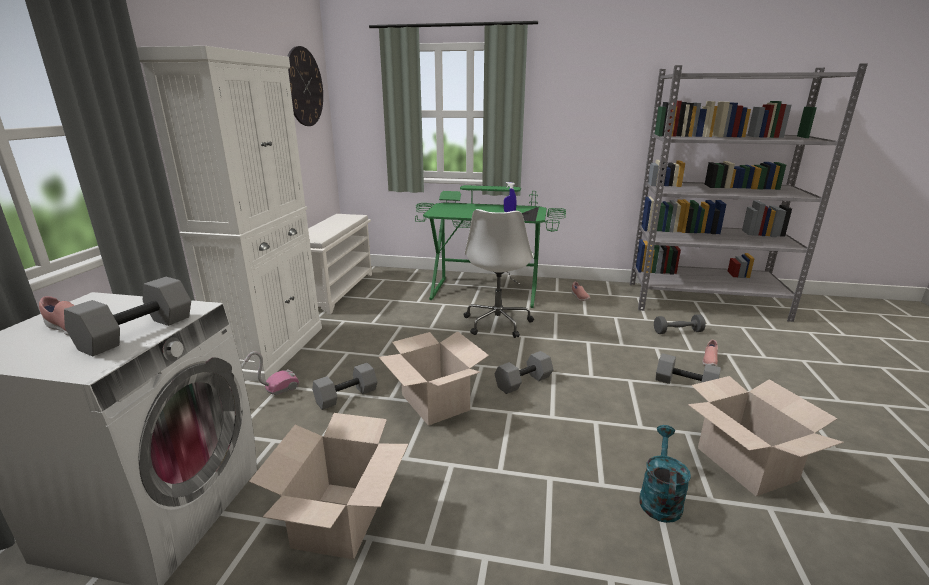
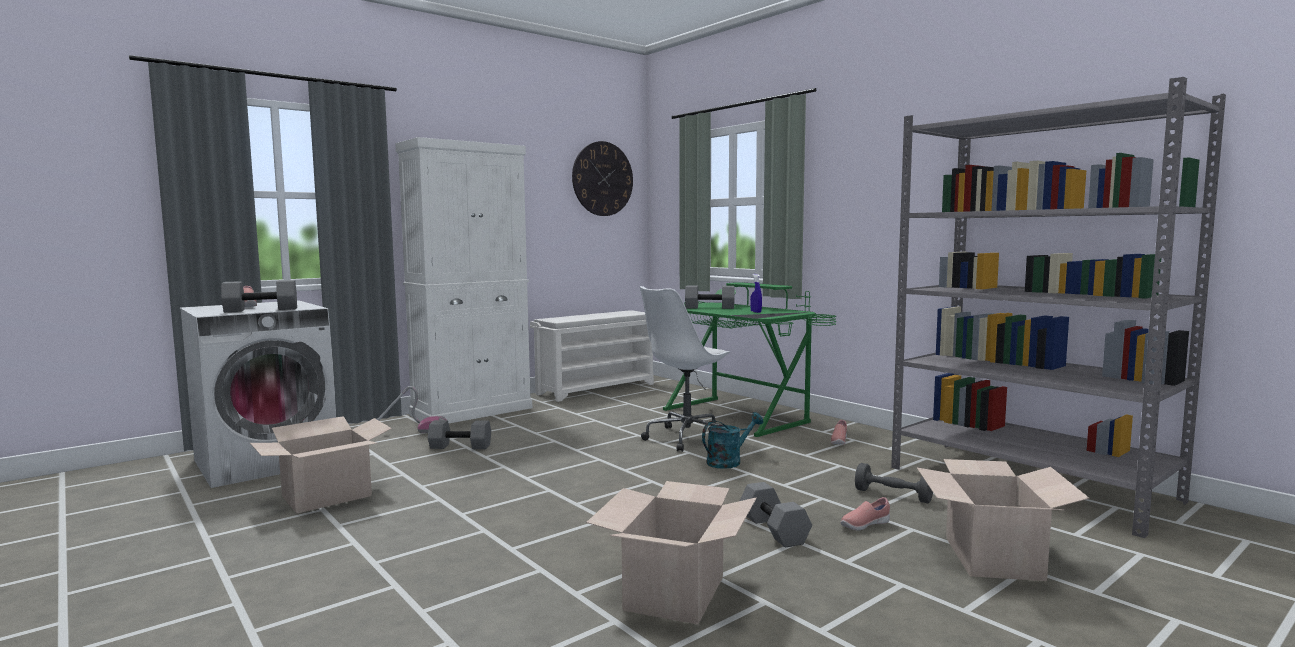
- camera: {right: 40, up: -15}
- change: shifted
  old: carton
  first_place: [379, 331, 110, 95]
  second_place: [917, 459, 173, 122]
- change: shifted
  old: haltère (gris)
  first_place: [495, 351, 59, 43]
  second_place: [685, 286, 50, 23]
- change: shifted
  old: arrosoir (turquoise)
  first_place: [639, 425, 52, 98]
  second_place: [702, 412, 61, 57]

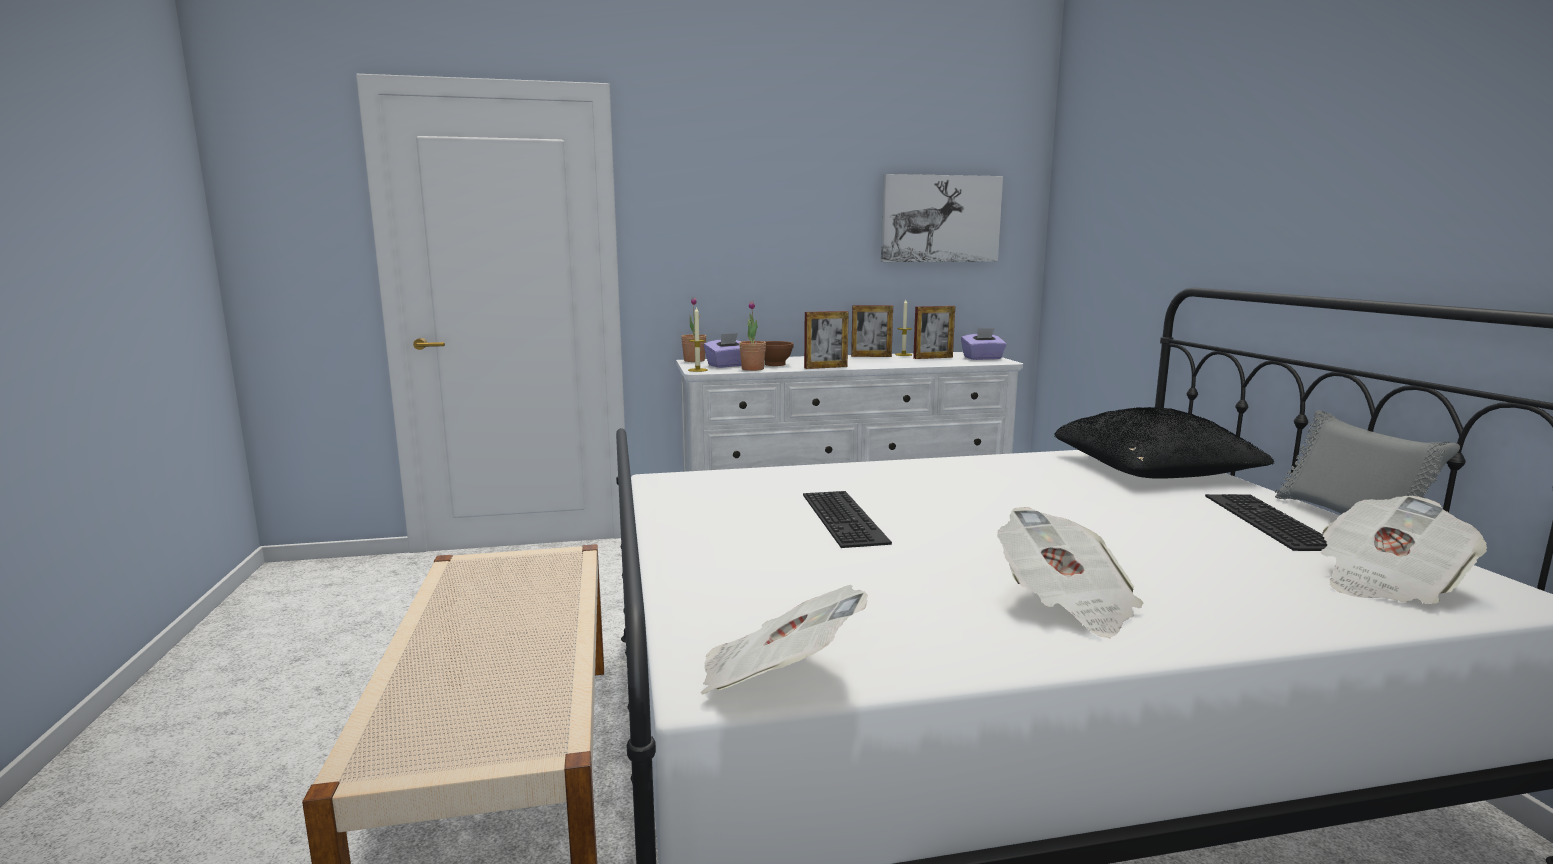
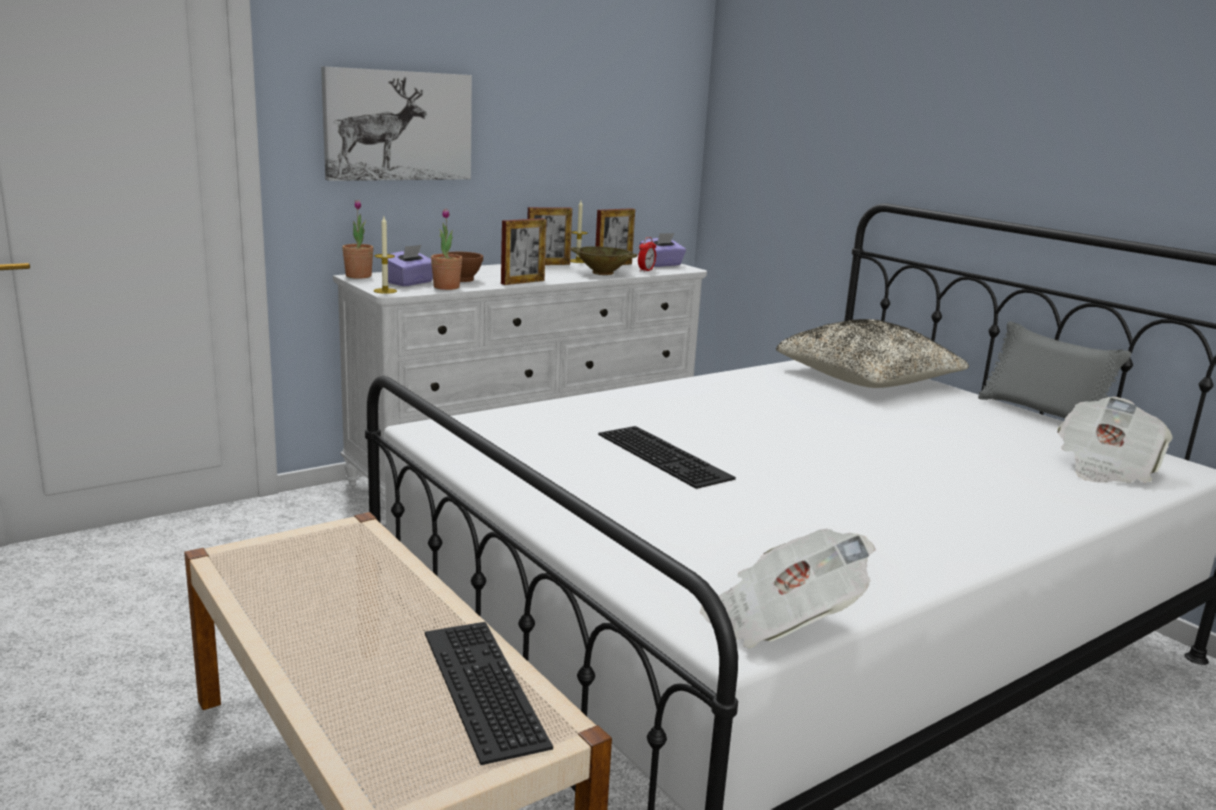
- camera: {right: -25, up: 5}
- change: gone
  old: journal
  first_place: [997, 507, 147, 131]
- change: new
  new: bol (beige)
  second_place: [571, 246, 67, 29]
- change: new
  new: réveil
  second_place: [638, 237, 18, 35]
- change: shifted
  old: tableau
  first_place: [881, 174, 122, 88]
  second_place: [321, 66, 151, 115]
- change: shifted
  old: clavier
  first_place: [1205, 494, 122, 57]
  second_place: [425, 622, 128, 143]
- change: repainted
  old: coussin (noir)
  new: coussin (beige)
  first_place: [1054, 407, 220, 72]
  second_place: [776, 319, 194, 69]

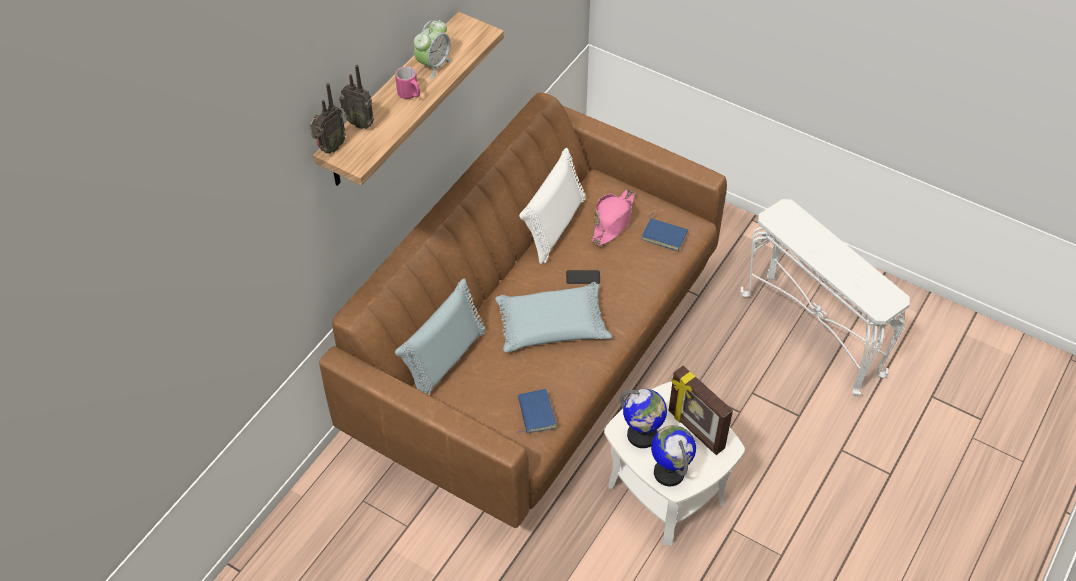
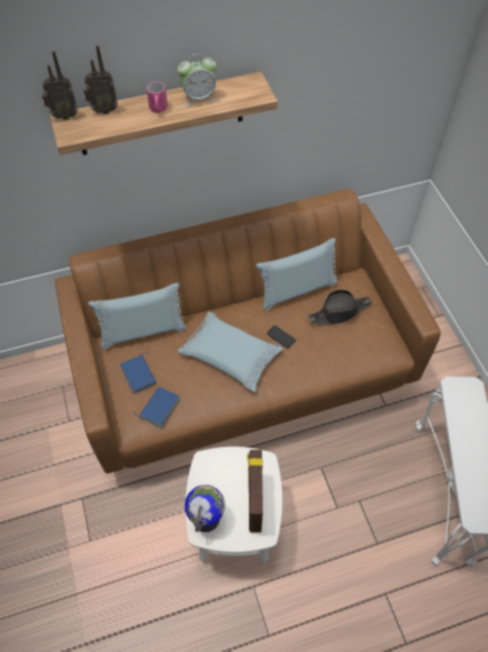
- camera: {right: 40, up: 5}
- change: gone
  old: globe
  first_place: [620, 389, 47, 59]
- change: shifted
  old: livre (bleu)
  first_place: [641, 213, 47, 38]
  second_place: [120, 352, 36, 41]
- change: repainted
  old: coussin (blanc)
  new: coussin (bleu)
  first_place: [519, 148, 67, 116]
  second_place: [256, 238, 82, 73]
- change: repainted
  old: chapeau (rose)
  new: chapeau (noir)
  first_place: [591, 189, 44, 57]
  second_place: [308, 289, 64, 36]
- change: rotated
  old: radio
  first_place: [339, 65, 35, 64]
  second_place: [83, 45, 35, 69]
  degrees: -75

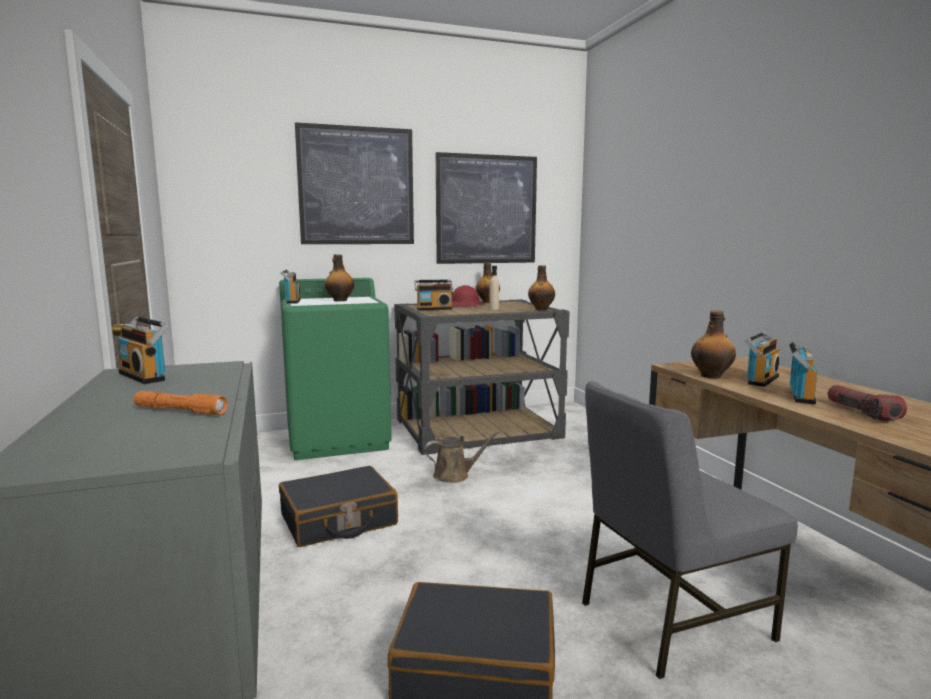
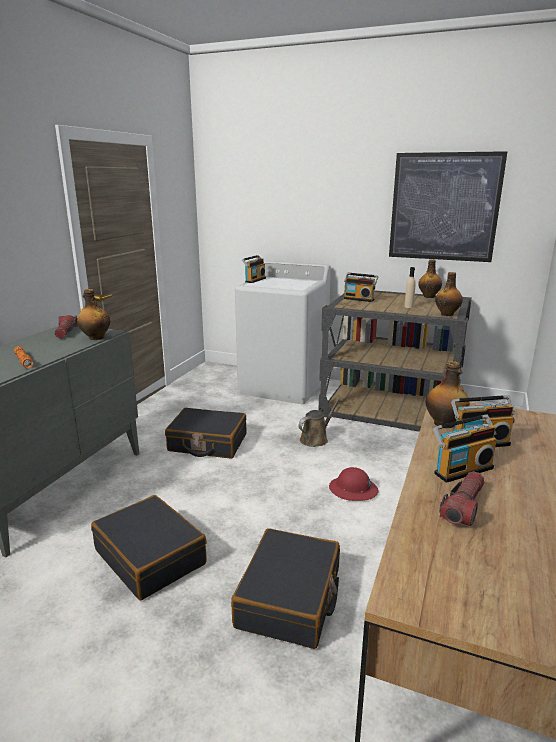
- camera: {right: 40, up: 10}
- change: gone
  old: tableau
  first_place: [295, 122, 119, 122]
- change: shifted
  old: bouteille
  first_place: [325, 254, 29, 47]
  second_place: [77, 289, 33, 51]
- change: shifted
  old: casque de chantier (rouge)
  first_place: [452, 285, 34, 22]
  second_place: [329, 467, 49, 34]
- change: swapped
  old: radio
  new: lampe de poche
  first_place: [117, 316, 52, 68]
  second_place: [55, 315, 23, 23]
- change: swapped
  old: chaise (gris)
  new: valise (noir)
  first_place: [582, 381, 216, 298]
  second_place: [231, 528, 109, 121]
- change: repainted
  old: lave-linge (vert)
  new: lave-linge (blanc)
  first_place: [279, 278, 113, 182]
  second_place: [235, 261, 96, 143]
- change: rotated
  old: arrosoir (marron)
  first_place: [424, 431, 76, 52]
  second_place: [299, 397, 43, 50]
  degrees: -75

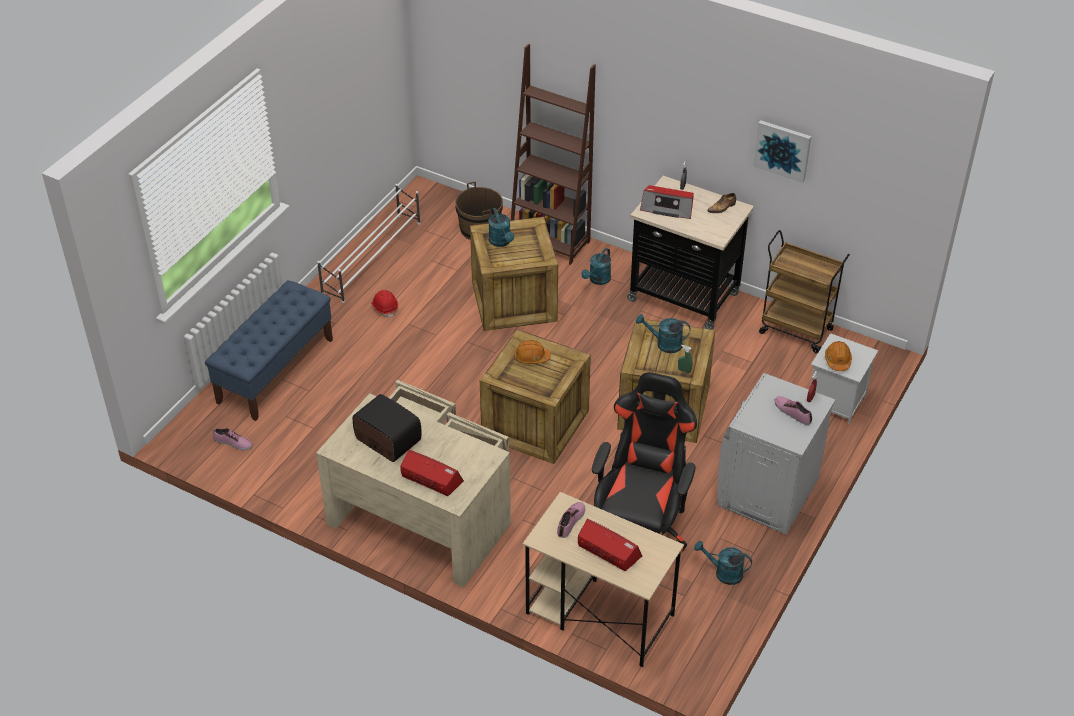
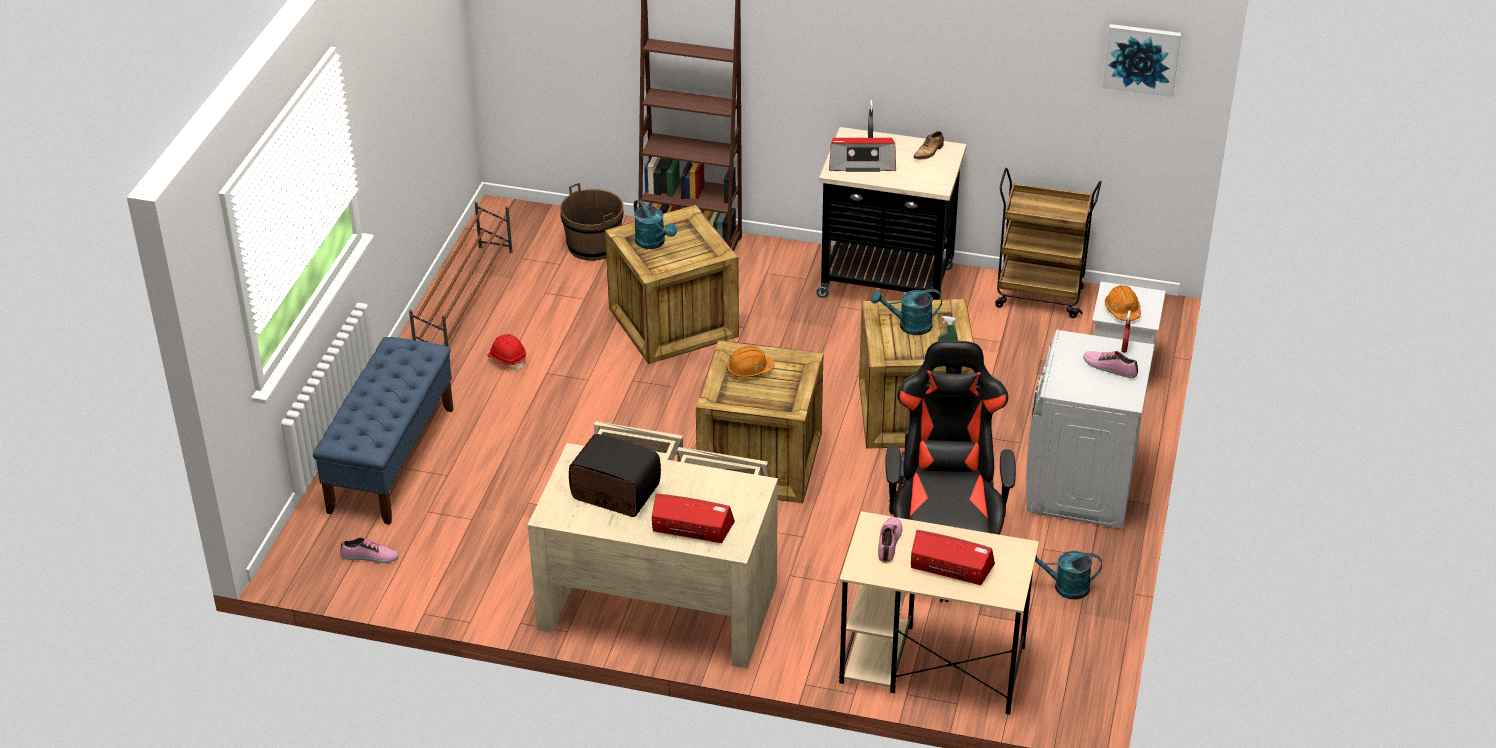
- camera: {right: -15, up: -5}
- change: gone
  old: arrosoir (turquoise)
  first_place: [581, 248, 30, 37]
- change: shifted
  old: tableau
  first_place: [753, 120, 58, 63]
  second_place: [1102, 24, 79, 73]
- change: repainted
  old: étagère à chaussures (blanc)
  new: étagère à chaussures (marron)
  first_place: [317, 184, 103, 119]
  second_place: [409, 202, 104, 160]

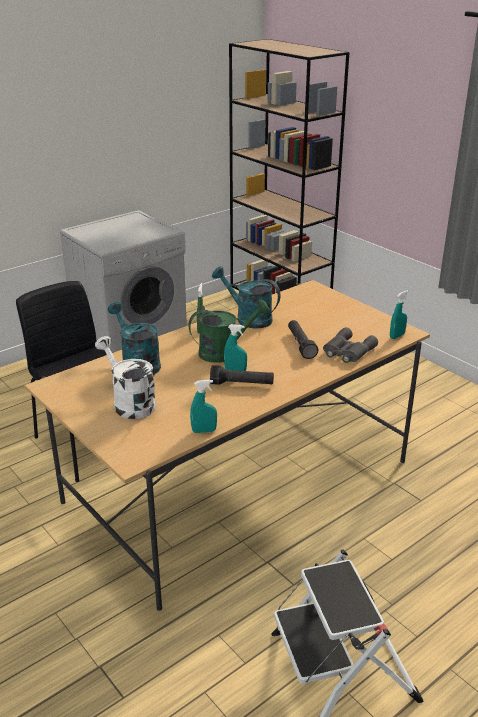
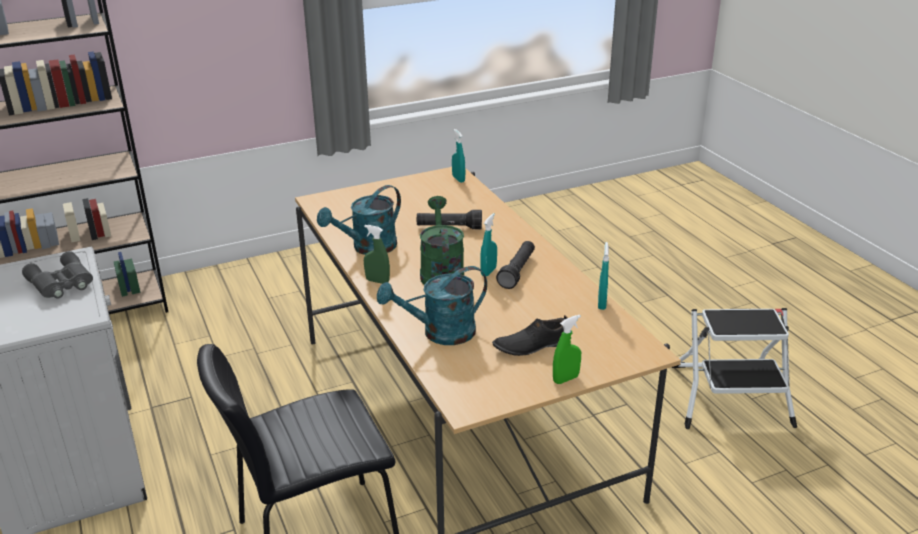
- camera: {right: -75, up: 0}
- change: new
  new: vaporisateur (vert)
  second_place: [553, 315, 28, 69]
- change: shifted
  old: jumelles (gris)
  first_place: [323, 327, 55, 36]
  second_place: [22, 251, 71, 48]
- change: swapped
  old: arrosoir (blanc)
  new: chaussure (noir)
  first_place: [95, 336, 61, 83]
  second_place: [492, 315, 76, 41]

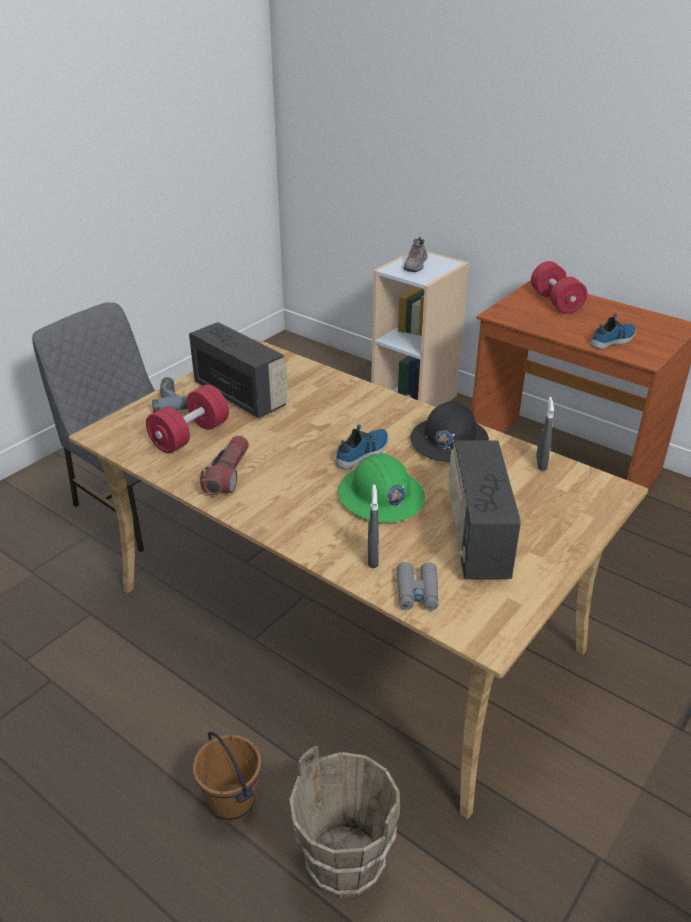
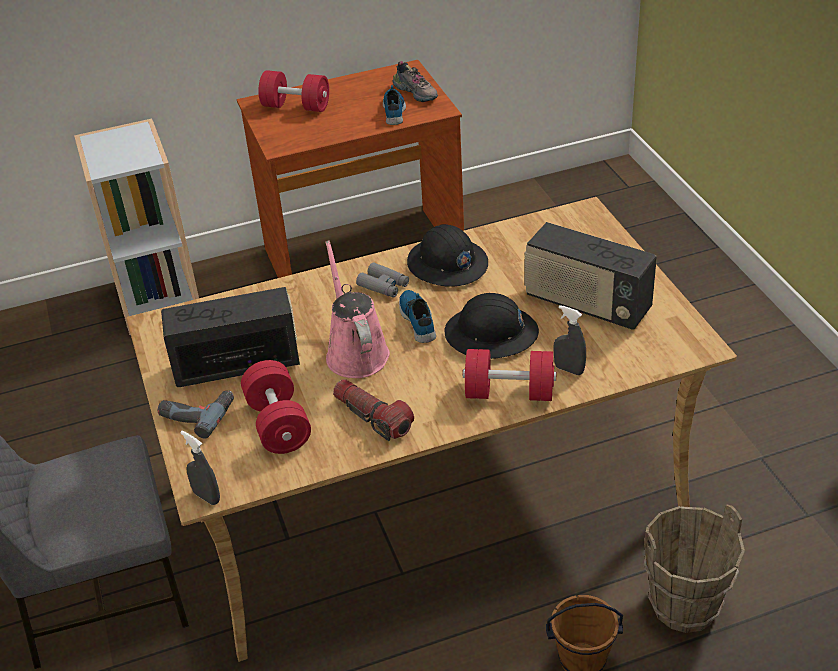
- camera: {right: -55, up: 5}
- change: new
  new: arrosoir (rose)
  second_place: [325, 240, 65, 138]
- change: new
  new: haltère (rouge)
  second_place: [463, 349, 93, 52]
- change: shifted
  old: jumelles (gris)
  first_place: [397, 562, 42, 48]
  second_place: [356, 262, 53, 35]
- change: shifted
  old: chaussure
  first_place: [403, 237, 24, 35]
  second_place: [393, 61, 45, 41]
- change: shifted
  old: vaporisateur (gris)
  first_place: [536, 397, 18, 74]
  second_place: [180, 431, 40, 74]
- change: repainted
  old: casque de chantier (vert)
  new: casque de chantier (noir)
  first_place: [338, 453, 87, 70]
  second_place: [444, 293, 95, 66]

